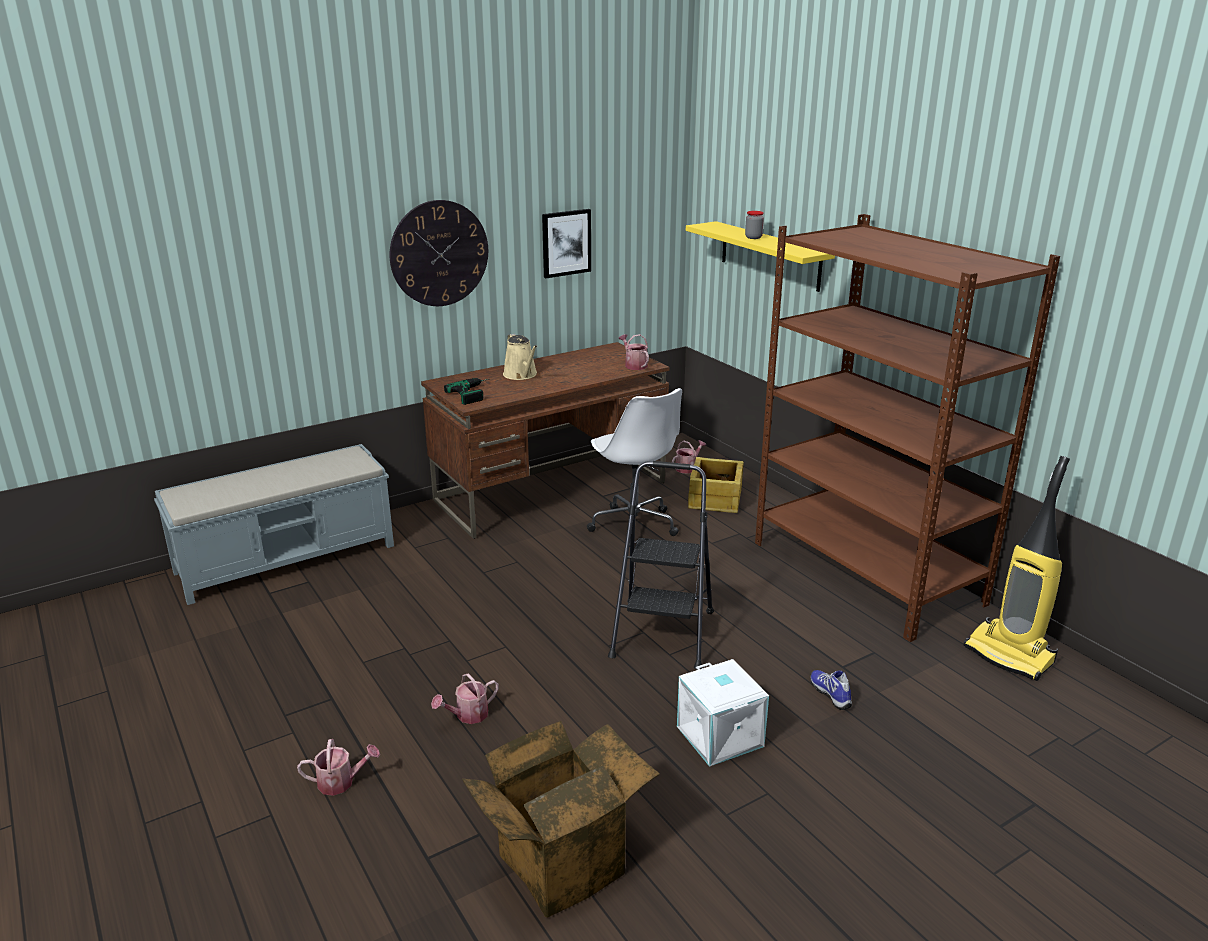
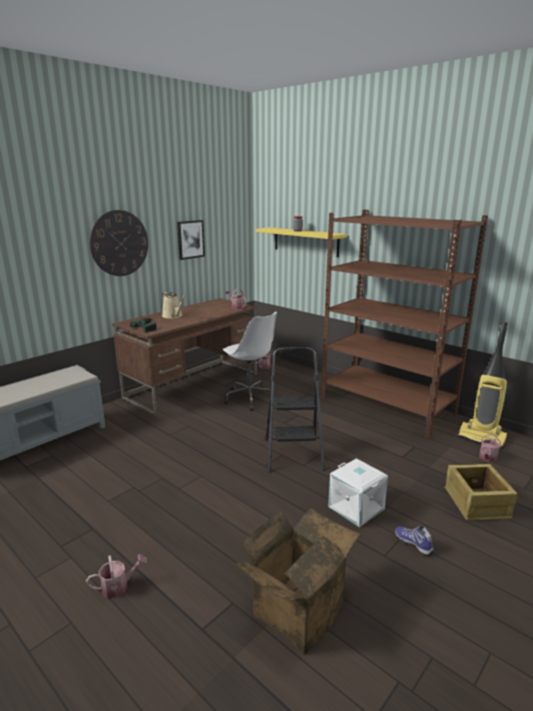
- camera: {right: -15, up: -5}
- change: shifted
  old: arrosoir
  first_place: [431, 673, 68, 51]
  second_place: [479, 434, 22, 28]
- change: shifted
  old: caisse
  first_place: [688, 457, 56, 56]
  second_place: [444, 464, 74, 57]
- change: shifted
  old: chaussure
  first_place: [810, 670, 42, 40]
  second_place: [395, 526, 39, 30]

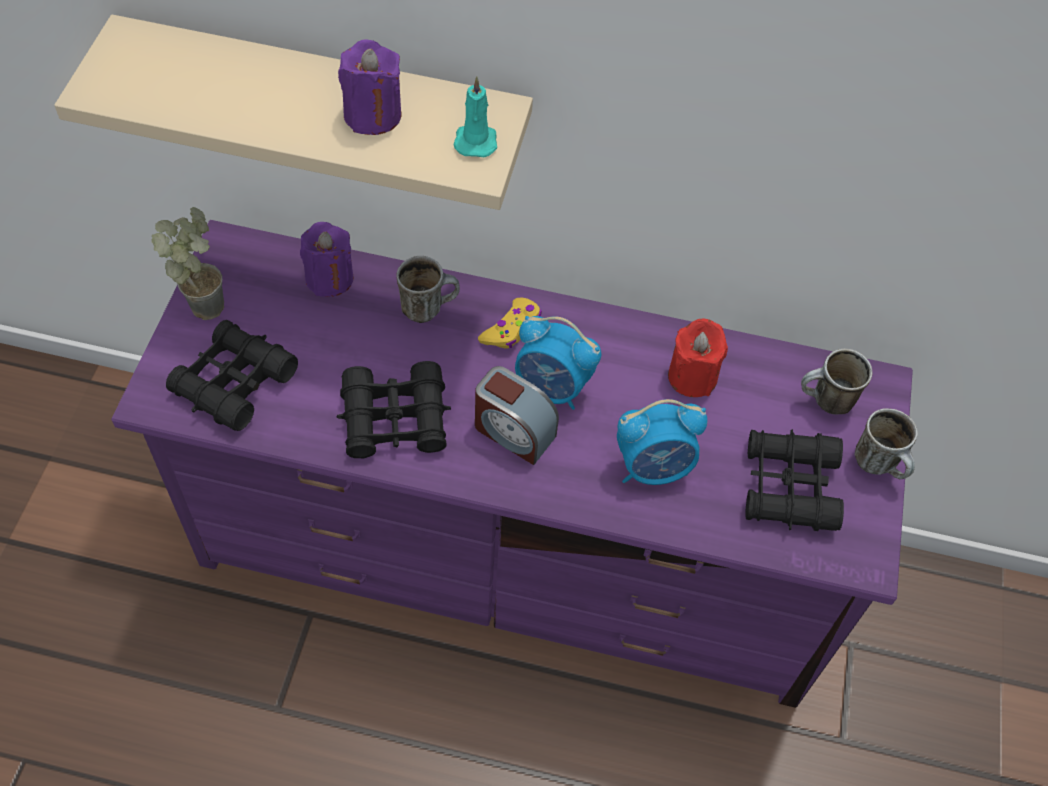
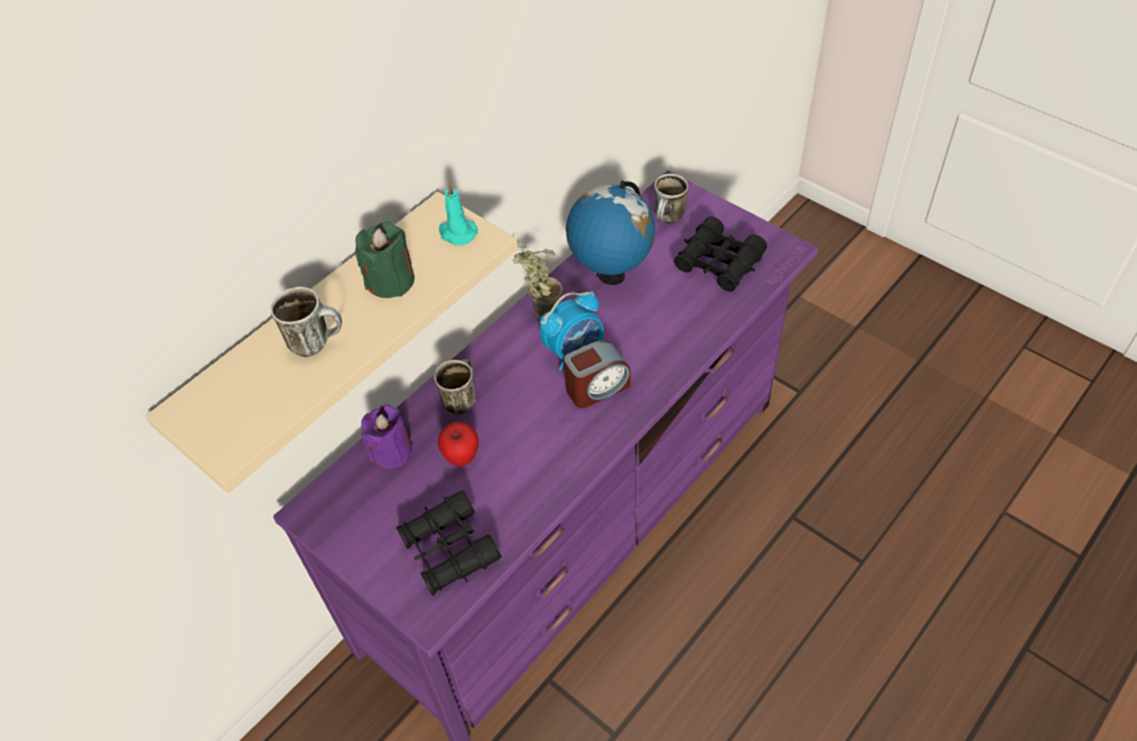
- camera: {right: -55, up: -5}
- change: gone
  old: jumelles (noir)
  first_place: [337, 361, 114, 97]
- change: gone
  old: manette (jaune)
  first_place: [478, 298, 64, 51]
- change: gone
  old: réveil
  first_place: [617, 399, 91, 86]
- change: new
  new: pomme
  second_place: [438, 422, 41, 45]
- change: shifted
  old: plante en pot
  first_place: [151, 207, 73, 113]
  second_place: [513, 246, 49, 73]
- change: shifted
  old: mug
  first_place: [854, 408, 64, 71]
  second_place: [270, 287, 72, 70]
- change: swapped
  old: bougie (rouge)
  new: globe
  first_place: [668, 318, 60, 79]
  second_place: [566, 181, 89, 104]
- change: repainted
  old: bougie (violet)
  new: bougie (vert)
  first_place: [338, 39, 63, 96]
  second_place: [355, 221, 60, 77]

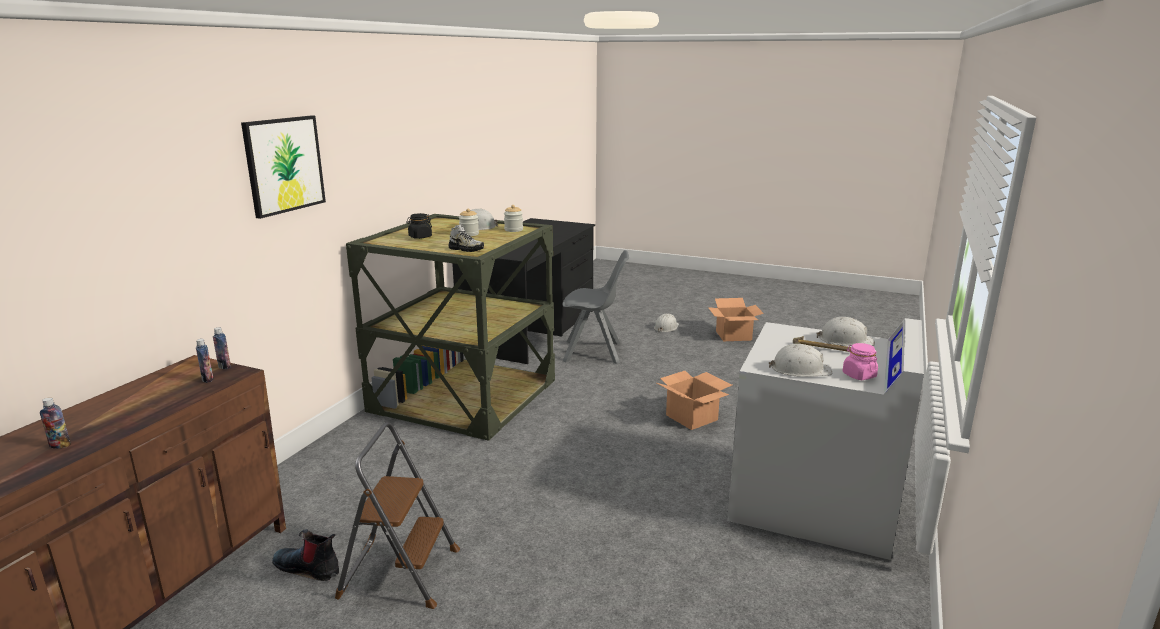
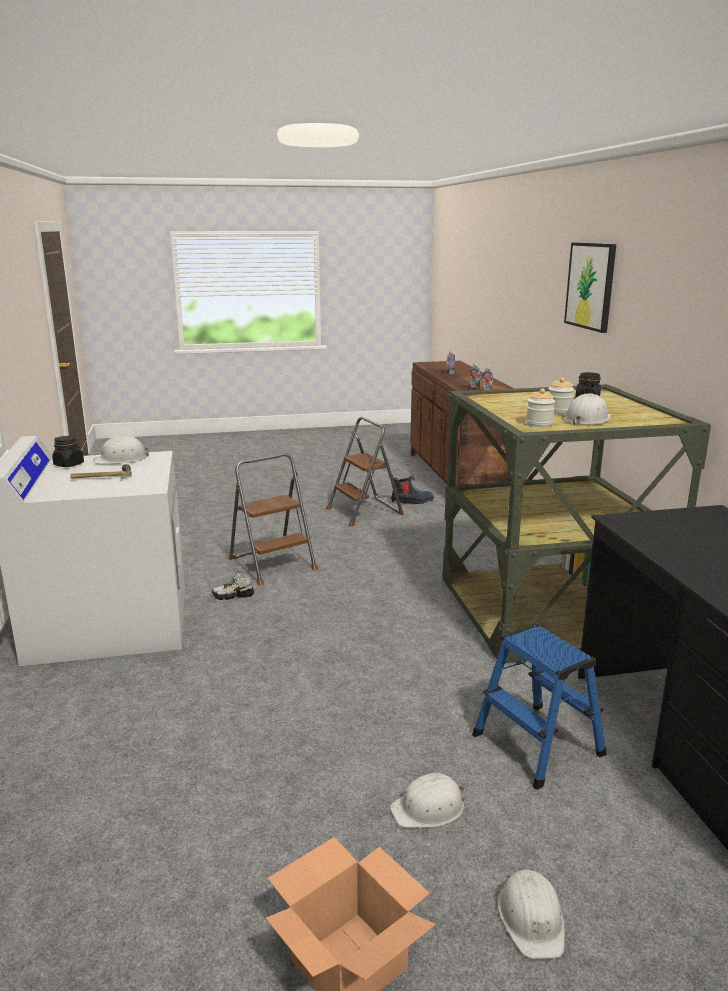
- camera: {right: 145, up: 0}
- change: gone
  old: carton
  first_place: [657, 371, 75, 59]
- change: new
  new: escabeau (marron)
  second_place: [229, 453, 89, 132]
- change: shifted
  old: chaussure
  first_place: [449, 224, 35, 28]
  second_place: [212, 571, 42, 29]
- change: shifted
  old: casque de chantier (blanc)
  first_place: [816, 317, 59, 29]
  second_place: [390, 773, 75, 55]
- change: swapped
  old: chaise (gris)
  new: escabeau (bleu)
  first_place: [562, 250, 67, 114]
  second_place: [472, 623, 135, 167]
- change: repainted
  old: bocal (rose)
  new: bocal (noir)
  first_place: [842, 343, 36, 37]
  second_place: [52, 436, 32, 31]

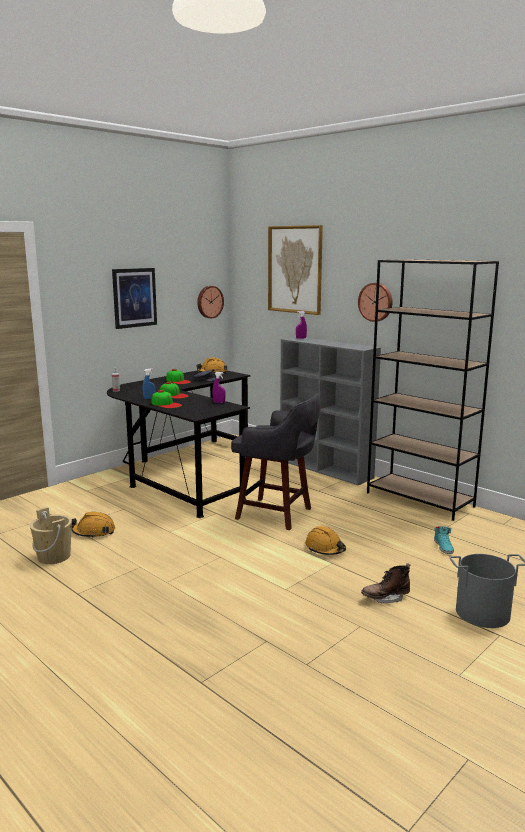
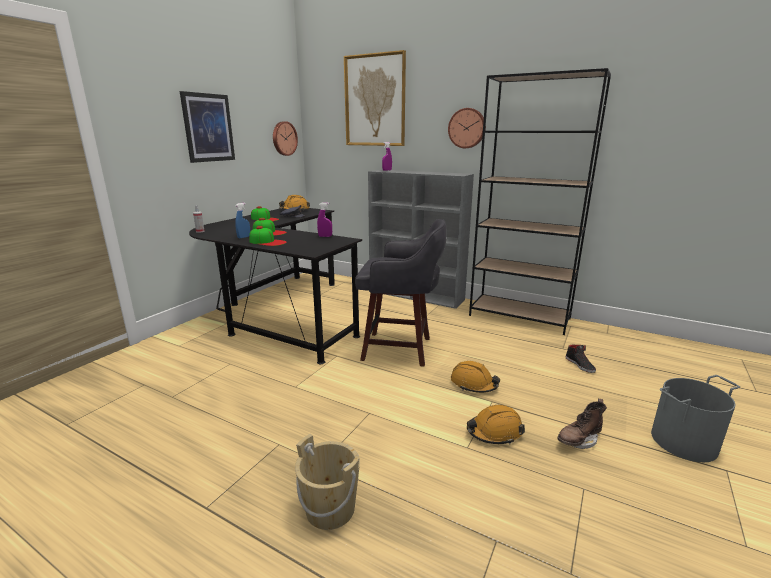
- camera: {right: -15, up: 5}
- change: shifted
  old: seau (beige)
  first_place: [30, 507, 42, 57]
  second_place: [295, 434, 65, 96]
- change: shifted
  old: casque de chantier (orange)
  first_place: [71, 512, 44, 26]
  second_place: [467, 405, 58, 40]
- change: repainted
  old: chaussure (turquoise)
  new: chaussure (noir)
  first_place: [434, 526, 20, 28]
  second_place: [566, 345, 30, 28]

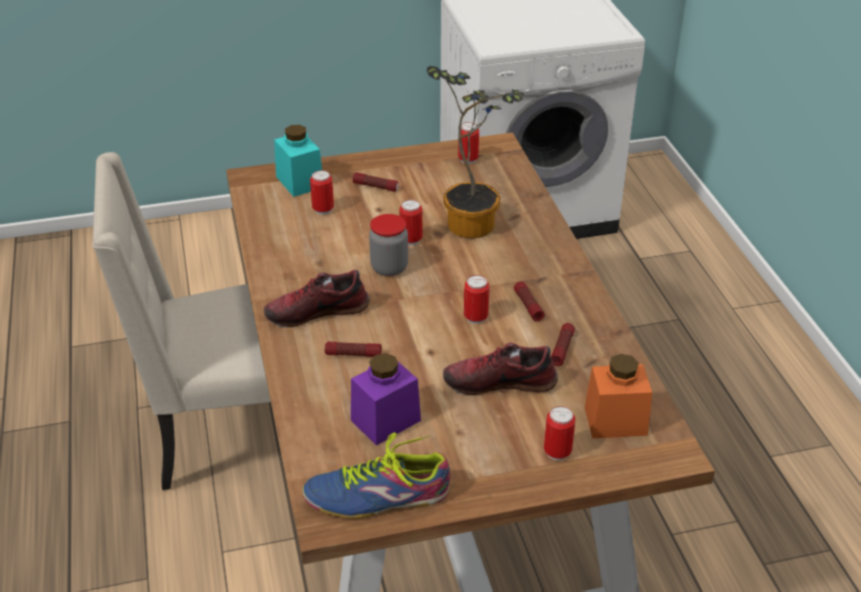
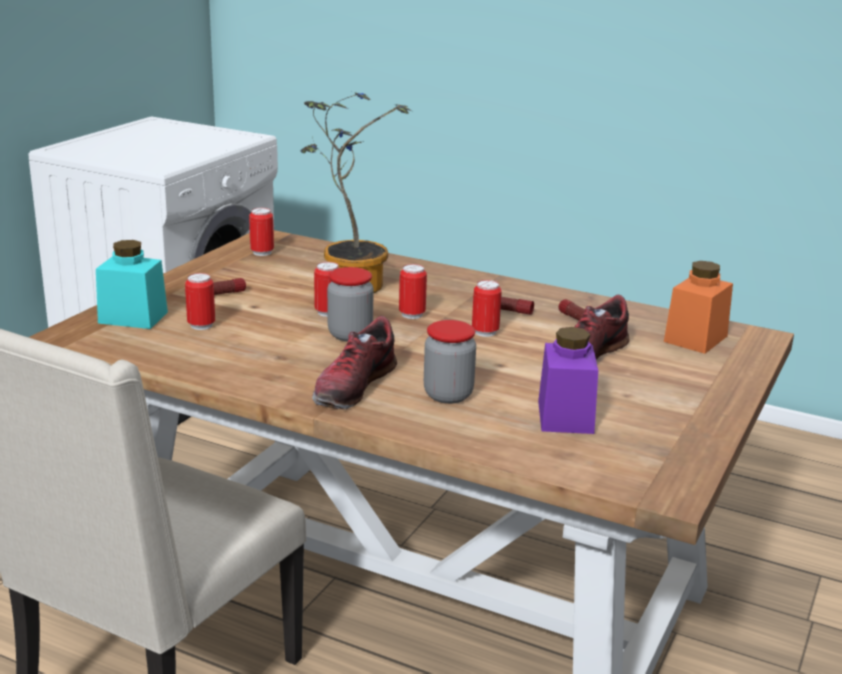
- camera: {right: -50, up: -15}
- change: gone
  old: chaussure
  first_place: [302, 432, 149, 87]
- change: shifted
  old: boîte métallique
  first_place: [544, 406, 32, 54]
  second_place: [399, 264, 28, 55]
- change: swapped
  old: lampe de poche
  new: bocal
  first_place: [325, 342, 56, 15]
  second_place: [424, 320, 52, 84]

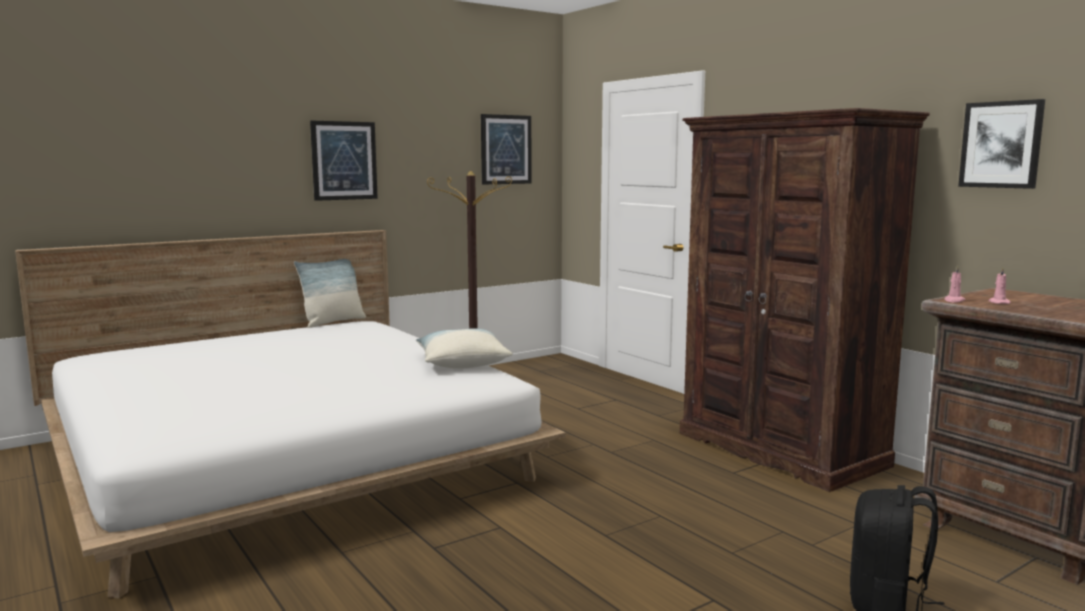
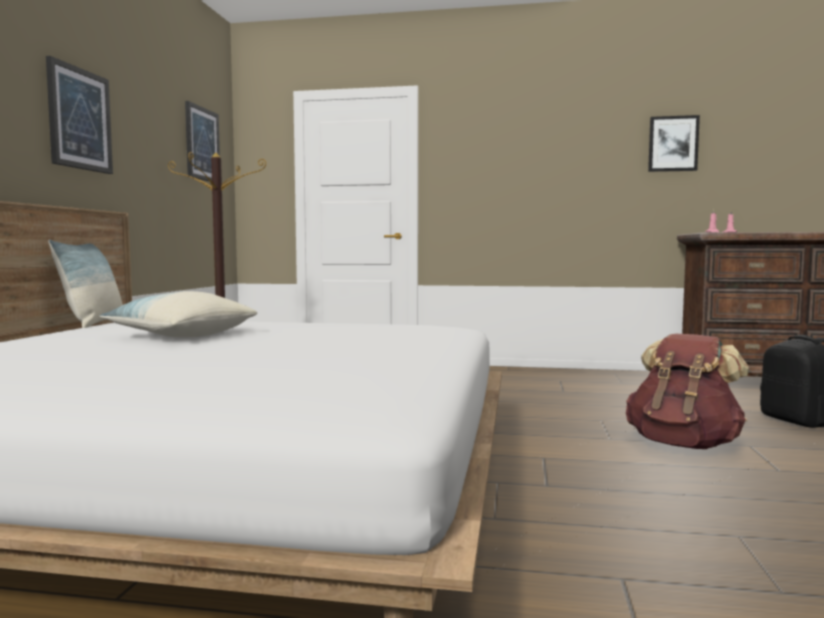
- camera: {right: -45, up: -5}
- change: gone
  old: armoire (marron)
  first_place: [680, 108, 250, 384]
- change: new
  new: sac à dos (marron)
  second_place: [626, 334, 123, 115]
- change: shifted
  old: coussin
  first_place: [416, 328, 97, 41]
  second_place: [100, 291, 157, 47]

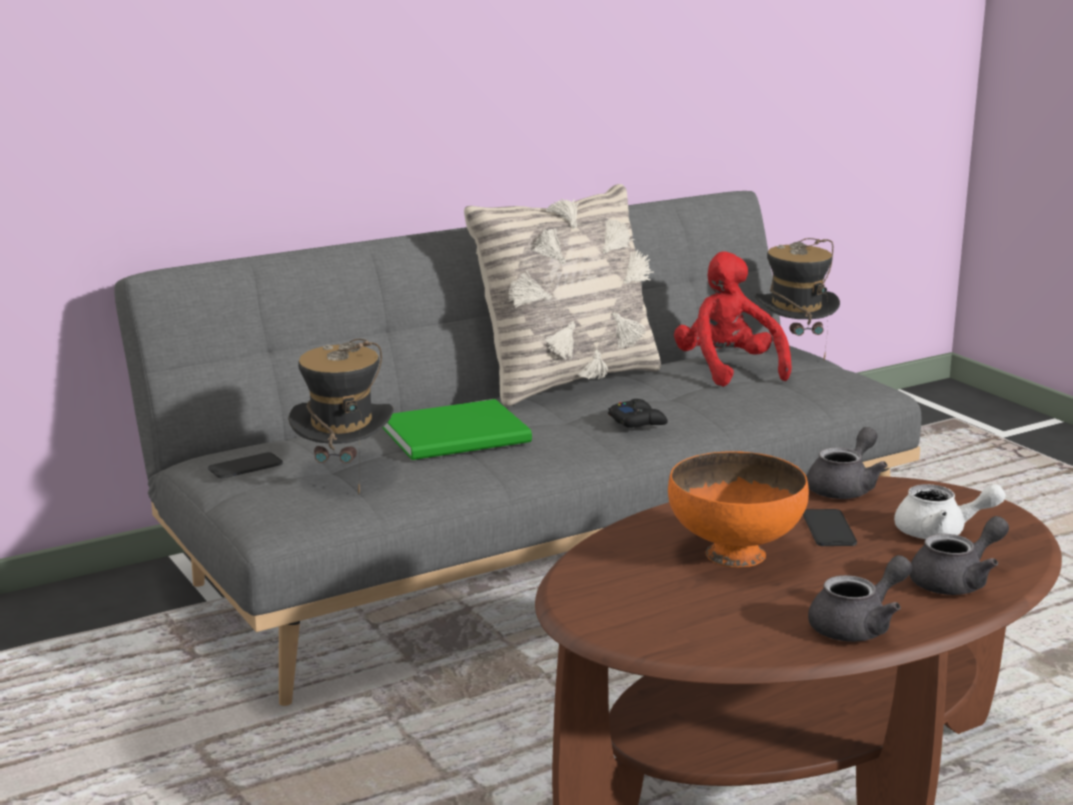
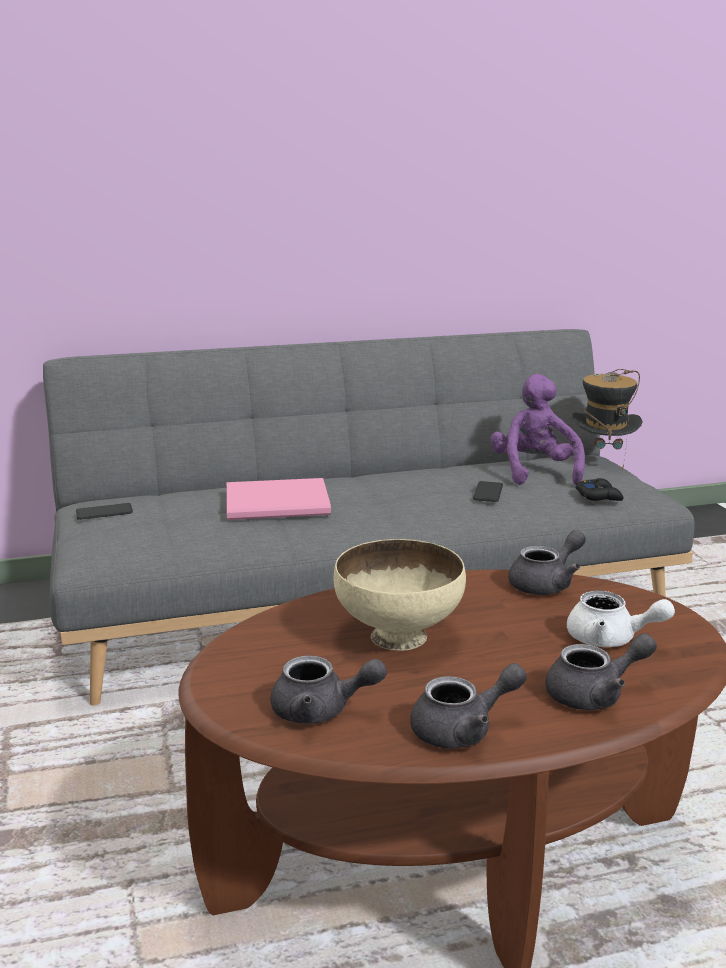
- camera: {right: 15, up: 0}
- change: gone
  old: chapeau
  first_place: [288, 339, 106, 156]
- change: gone
  old: coussin (beige)
  first_place: [464, 184, 197, 222]
- change: new
  new: théière (gris)
  second_place: [271, 656, 116, 68]
- change: shifted
  old: manette (noir)
  first_place: [608, 399, 60, 29]
  second_place: [575, 478, 49, 23]
- change: shifted
  old: téléphone
  first_place: [803, 509, 54, 37]
  second_place: [473, 481, 30, 21]
- change: repainted
  old: livre (vert)
  new: livre (rose)
  first_place: [382, 399, 150, 61]
  second_place: [227, 478, 104, 42]
- change: repainted
  old: bol (orange)
  new: bol (beige)
  first_place: [668, 451, 141, 117]
  second_place: [333, 539, 133, 112]
- change: repainted
  old: peluche (rouge)
  new: peluche (violet)
  first_place: [674, 251, 118, 136]
  second_place: [490, 374, 95, 111]

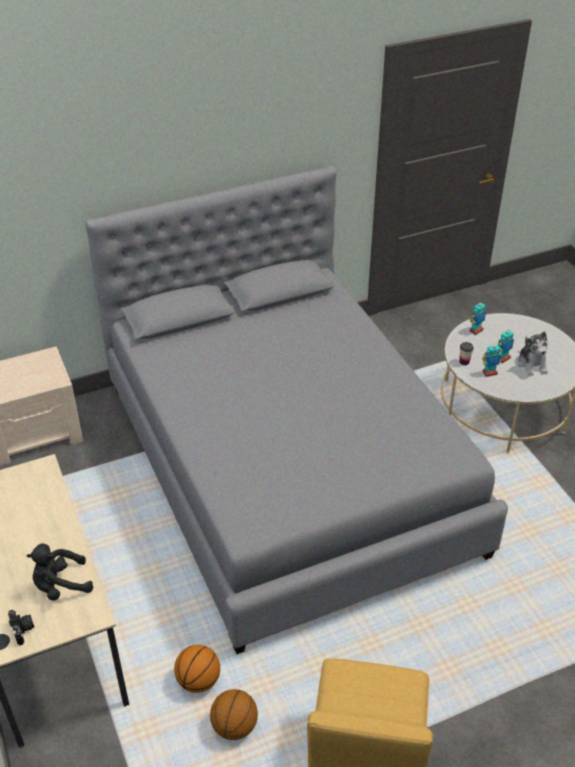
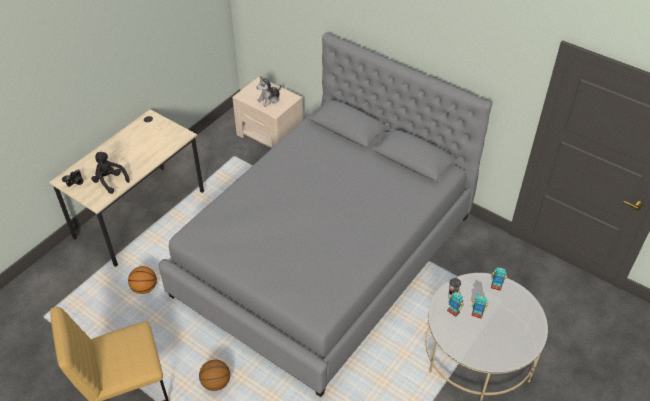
- camera: {right: 60, up: 5}
- change: shifted
  old: ballon de basket
  first_place: [210, 689, 48, 51]
  second_place: [199, 359, 31, 32]
- change: shifted
  old: peluche
  first_place: [517, 331, 31, 45]
  second_place: [257, 76, 24, 31]

